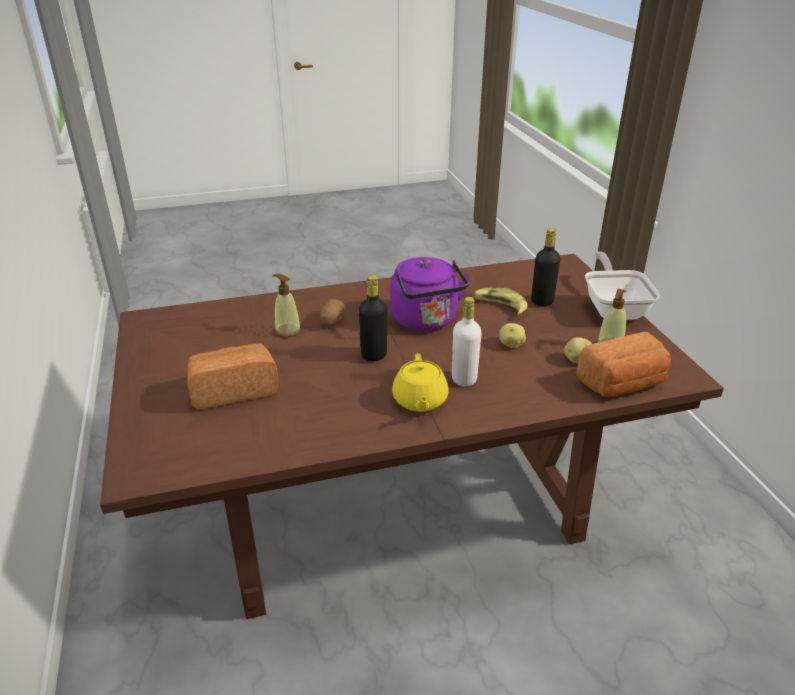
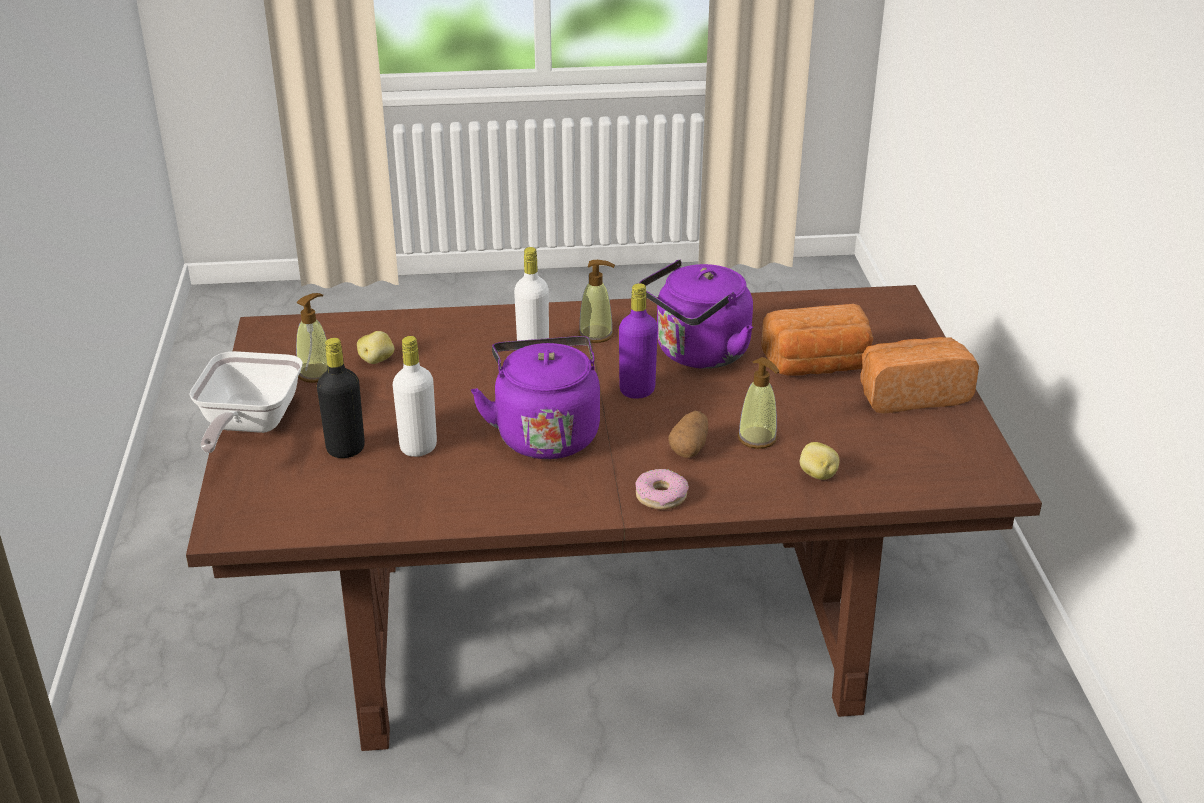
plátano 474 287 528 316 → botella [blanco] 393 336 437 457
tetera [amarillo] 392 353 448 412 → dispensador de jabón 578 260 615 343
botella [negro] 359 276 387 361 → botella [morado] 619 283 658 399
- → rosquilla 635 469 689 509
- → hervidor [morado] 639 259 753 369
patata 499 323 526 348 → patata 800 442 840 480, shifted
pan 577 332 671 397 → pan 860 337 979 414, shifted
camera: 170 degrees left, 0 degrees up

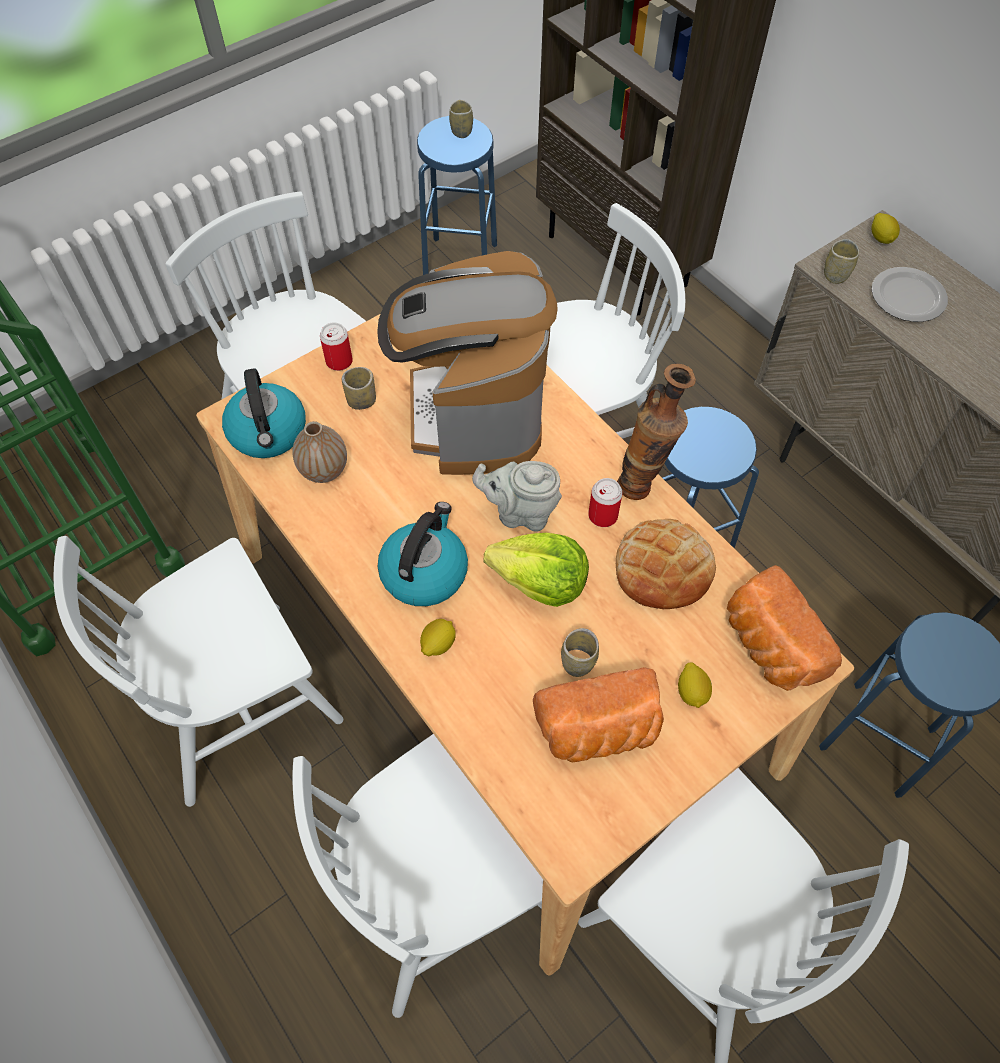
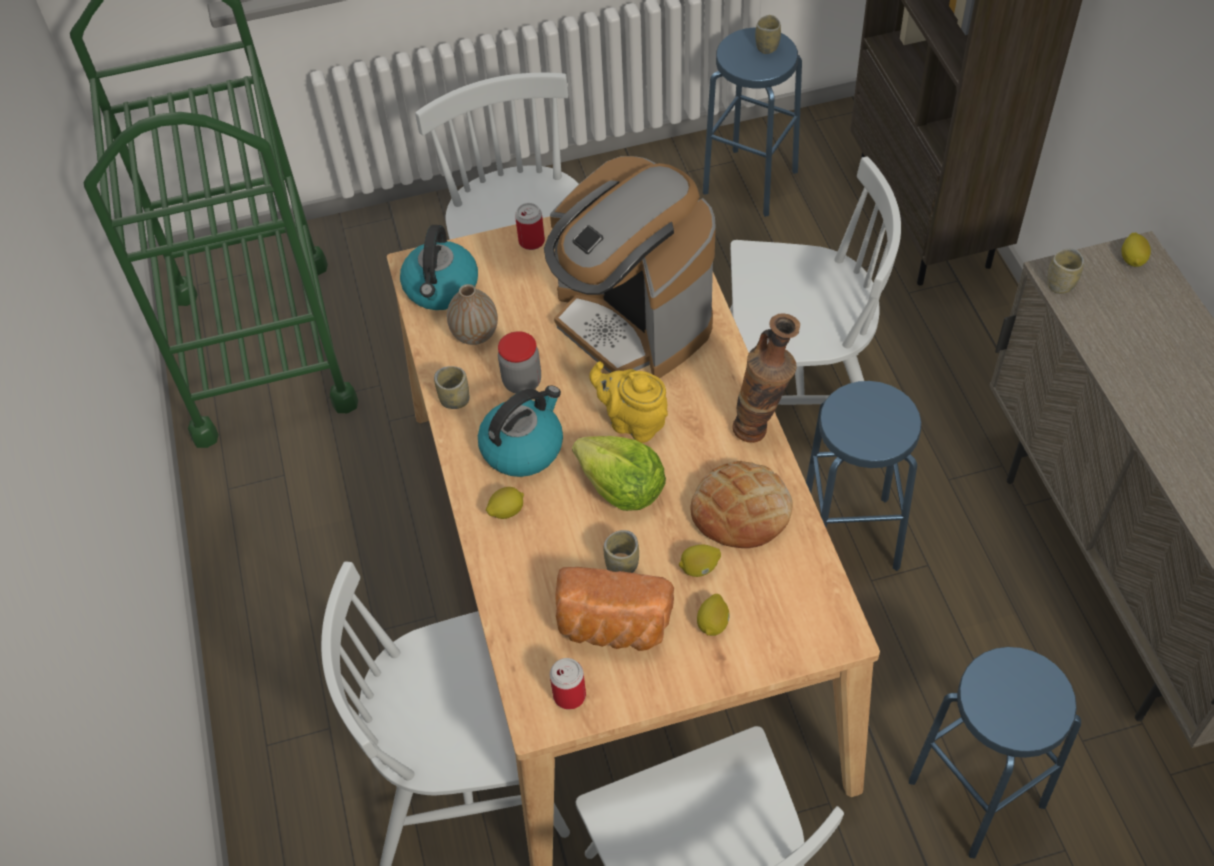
taza 342 367 376 410 → taza 434 366 469 409, shifted
- → tarro 498 331 541 394
cafetera 377 251 558 475 → cafetera 544 156 716 378, 60 degrees counterclockwise
lata 588 478 623 527 → lata 550 658 586 709, shifted
tetera [gris] 472 461 562 532 → tetera [amarillo] 589 362 668 443
- → limón 679 545 721 577
silla [blanco] 54 536 343 807 → -
pan 727 565 842 691 → -
plato 872 267 948 322 → -
camera: 25 degrees right, 5 degrees down

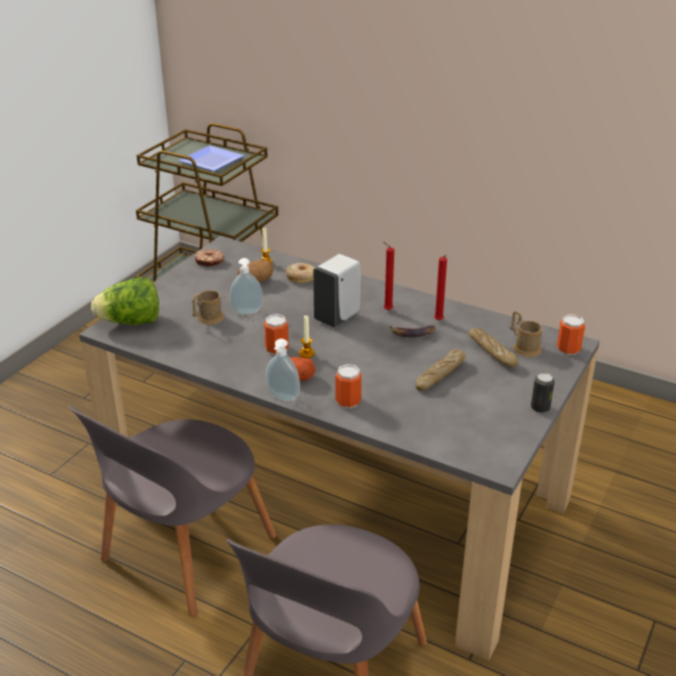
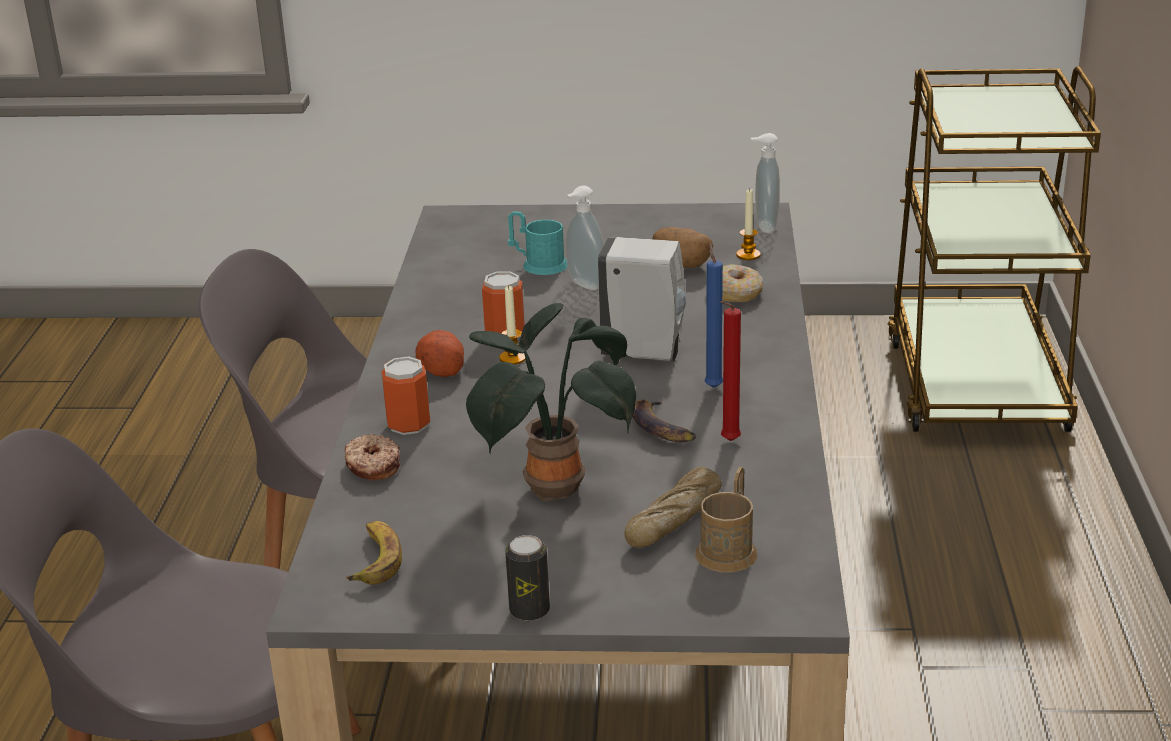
rosquilla 195 249 224 266 → rosquilla 345 434 400 481, shifted
- → plátano 346 521 402 585
pan 415 349 466 391 → planta en maceta 466 303 636 502
taza grande [marrón] 192 290 224 325 → taza grande [turquesa] 508 211 568 275
vela [rojo] 382 241 394 310 → vela [azul] 704 243 723 388
dispensador de jabón 266 339 300 402 → dispensador de jabón 751 133 780 233, shifted
lechuga 91 277 159 325 → -
plato 179 145 244 171 → -
lata 557 314 585 355 → -
camera: 65 degrees right, 5 degrees down

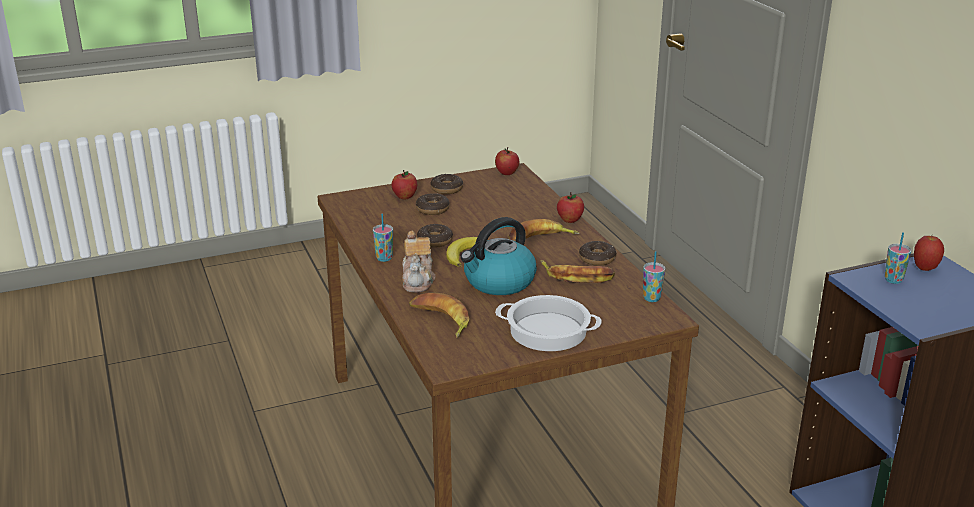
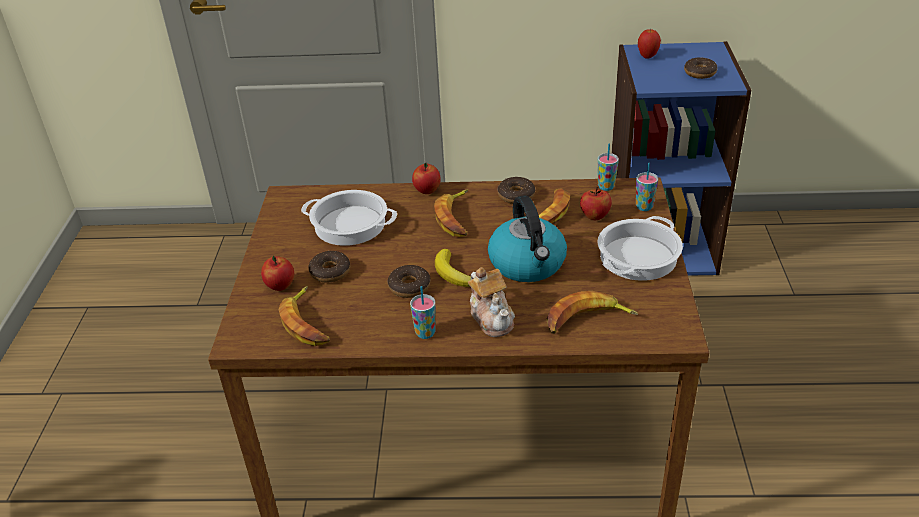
- → plátano 279 286 330 346
- → olla 301 190 397 246
tetera 402 231 435 292 → tetera 468 267 515 337, 45 degrees clockwise
manzana 495 147 519 175 → manzana 580 187 612 220, shifted
taza 885 232 912 284 → taza 636 163 658 211, shifted
rosquilla 431 174 463 194 → rosquilla 684 57 718 79, shifted
camera: 65 degrees left, 10 degrees up

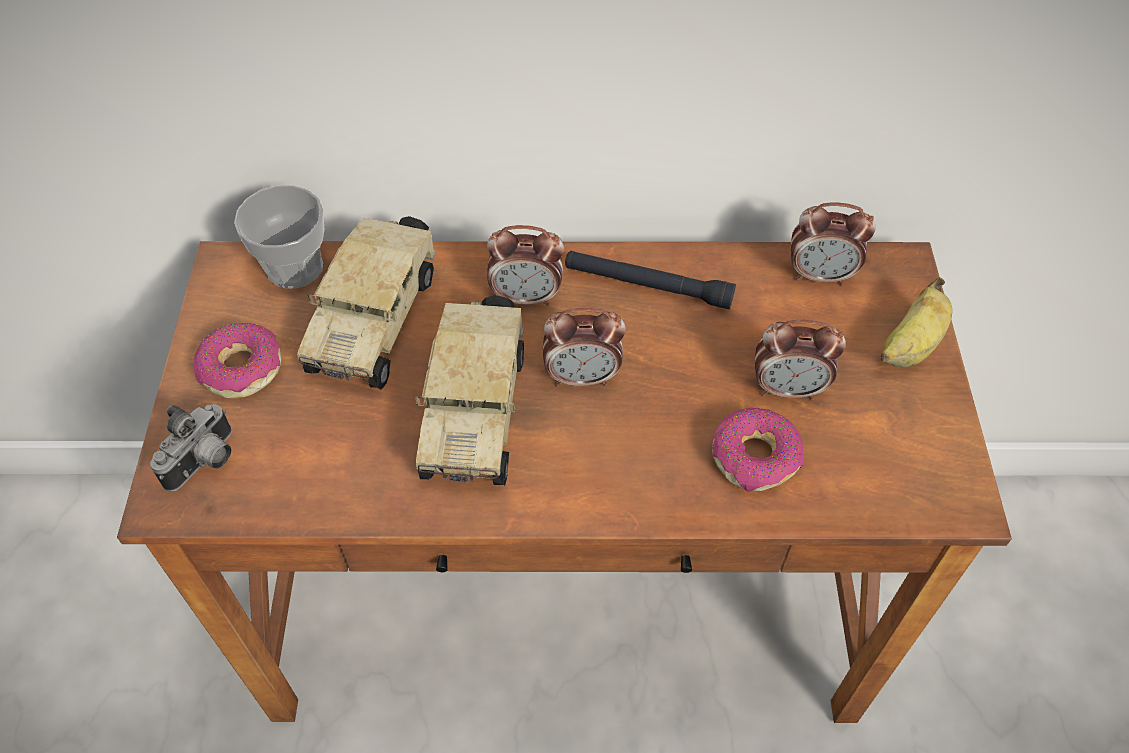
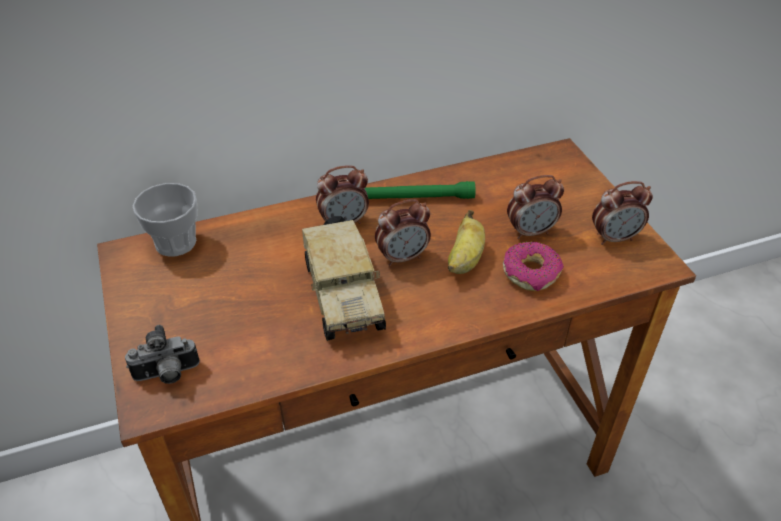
cámara 150 404 232 491 → cámara 125 325 200 384, 60 degrees clockwise
linterna [negro] 565 251 736 309 → linterna [verde] 365 181 476 199
plátano 881 277 953 367 → plátano 448 210 485 274, shifted
despertador 790 202 876 286 → despertador 592 181 653 245, shifted
rosquilla 194 323 281 399 → -
camión de juguete 297 216 436 390 → -
camera: 20 degrees left, 10 degrees down

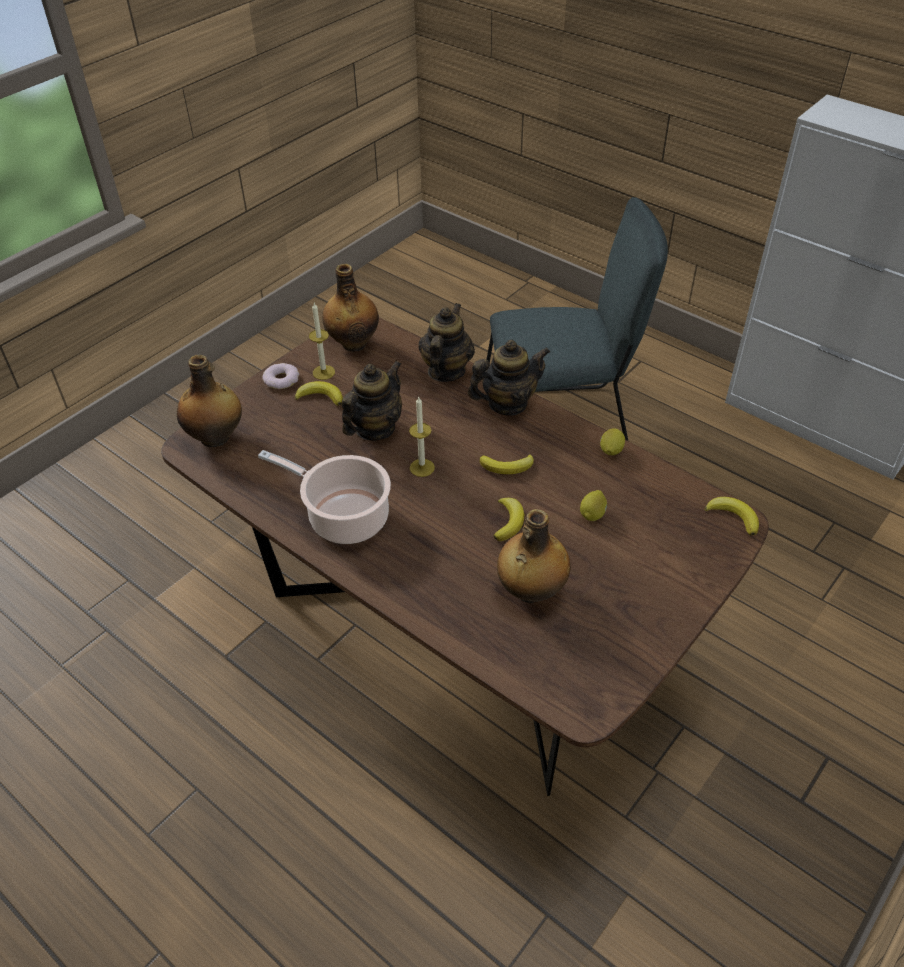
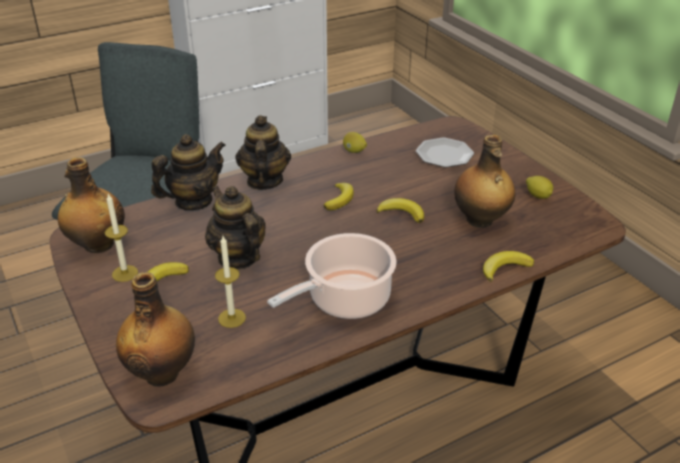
tetera 418 303 475 382 → tetera 151 134 225 210, 105 degrees clockwise
vela 409 397 435 477 → vela 215 236 246 328, shifted
- → plato 416 138 474 167
plátano 705 497 759 536 → plátano 483 251 534 282, shifted
limón 580 490 607 521 → limón 526 176 553 199, shifted
rosquilla 262 363 299 389 → -
camera: 70 degrees left, 10 degrees down

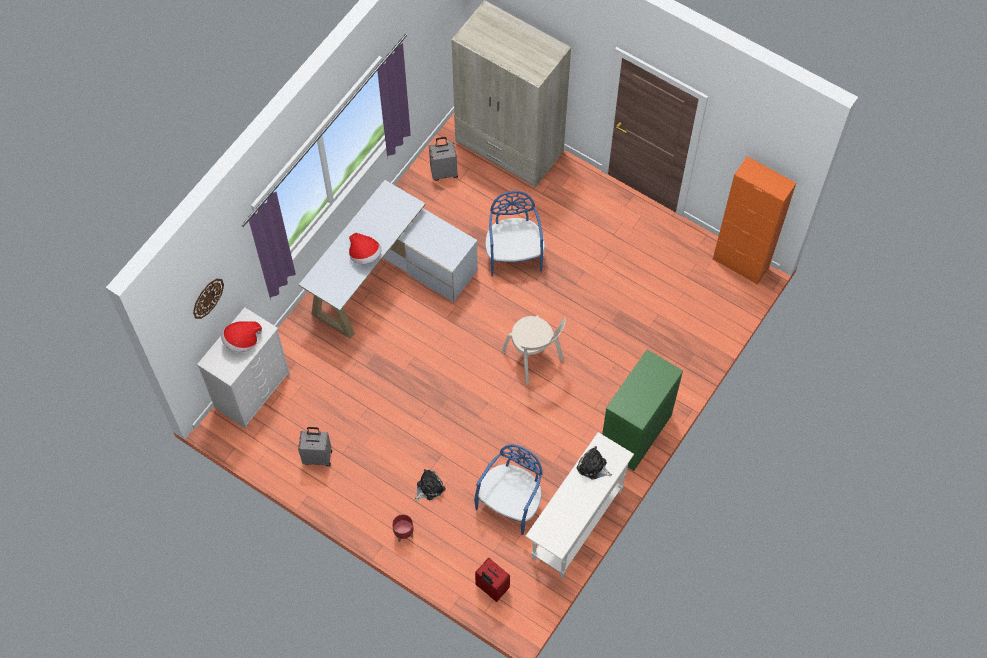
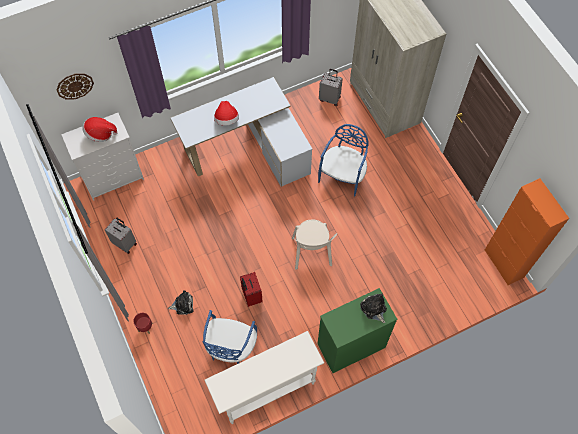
silla [azul] 474 444 543 535 → silla [azul] 203 310 257 364, 135 degrees clockwise
maleta [rojo] 475 558 510 602 → maleta [rojo] 240 272 263 307, shifted
peluche 577 446 612 480 → peluche 360 294 387 323, shifted
camera: 30 degrees right, 0 degrees up

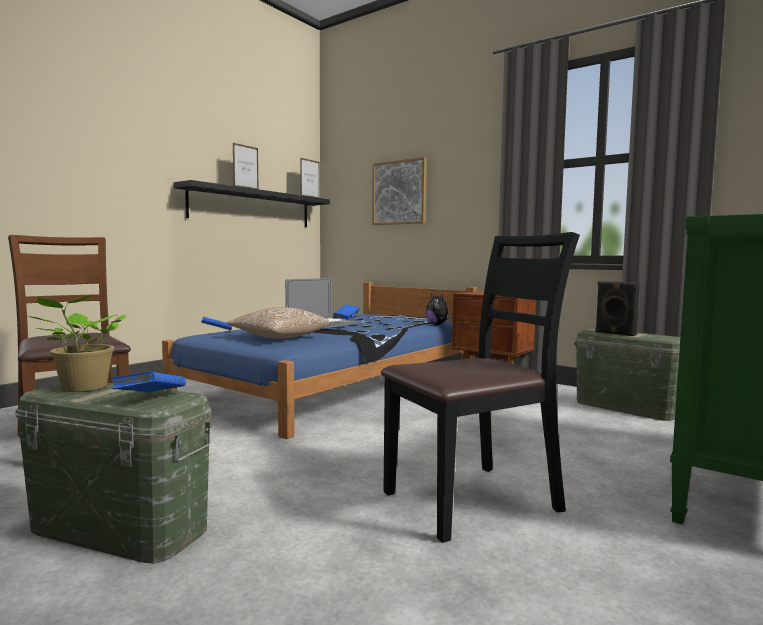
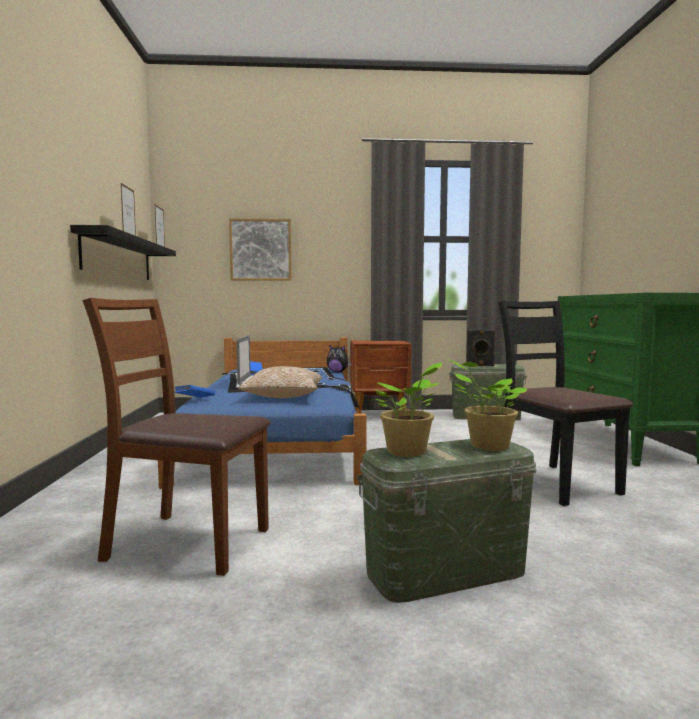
libro [azul] 111 372 186 392 → planta en maceta 447 359 527 451
silla [negro] 381 232 580 543 → silla [negro] 498 301 633 506, 45 degrees counterclockwise
camera: 40 degrees left, 0 degrees up

